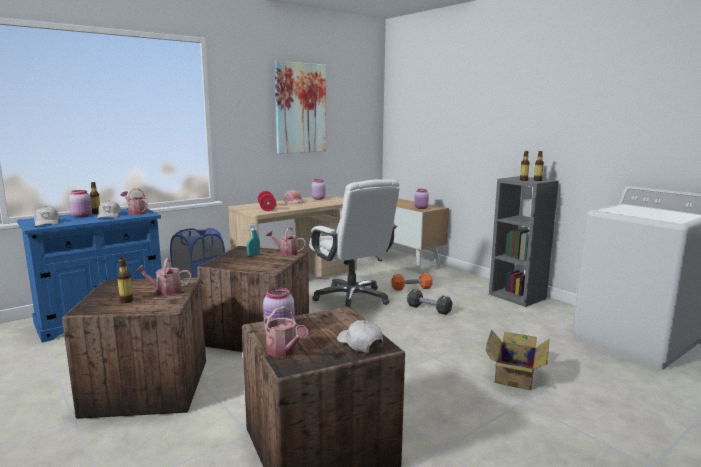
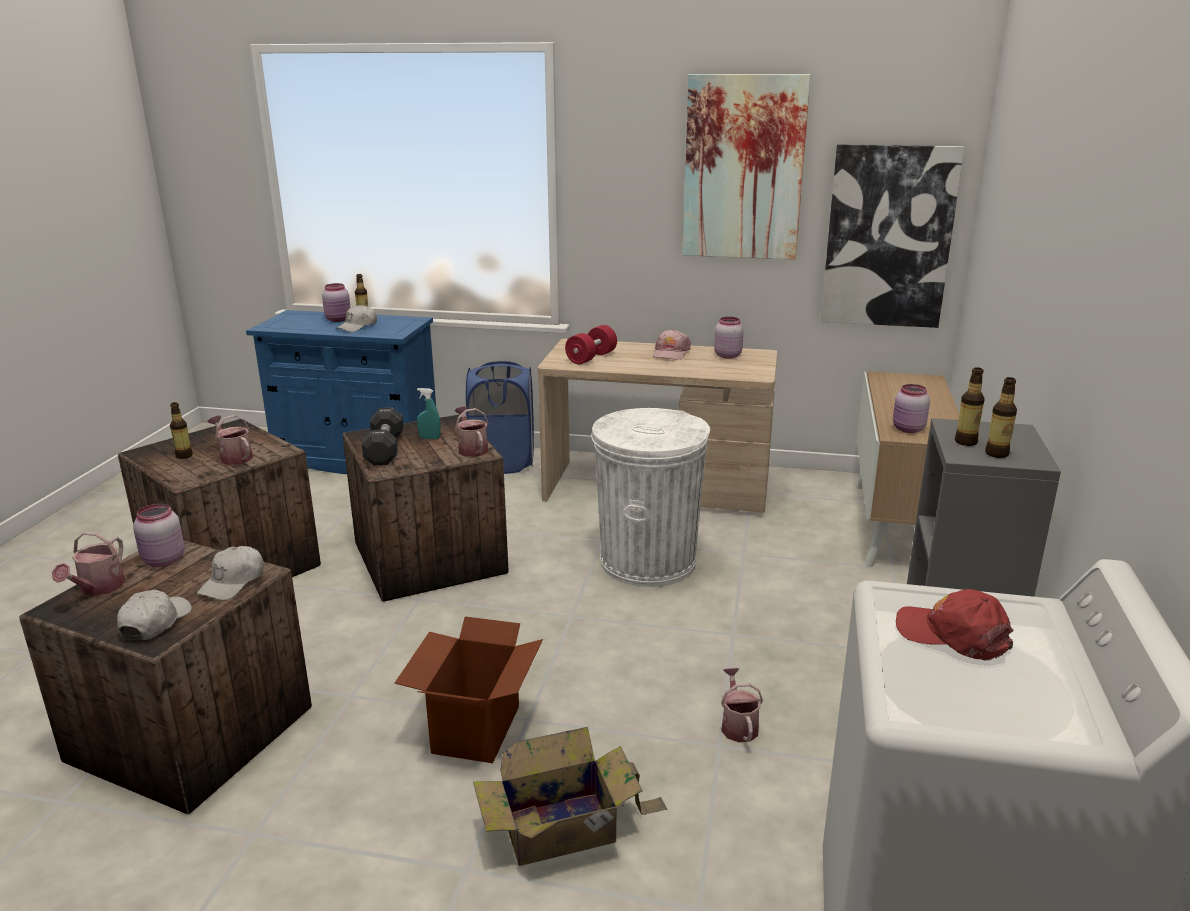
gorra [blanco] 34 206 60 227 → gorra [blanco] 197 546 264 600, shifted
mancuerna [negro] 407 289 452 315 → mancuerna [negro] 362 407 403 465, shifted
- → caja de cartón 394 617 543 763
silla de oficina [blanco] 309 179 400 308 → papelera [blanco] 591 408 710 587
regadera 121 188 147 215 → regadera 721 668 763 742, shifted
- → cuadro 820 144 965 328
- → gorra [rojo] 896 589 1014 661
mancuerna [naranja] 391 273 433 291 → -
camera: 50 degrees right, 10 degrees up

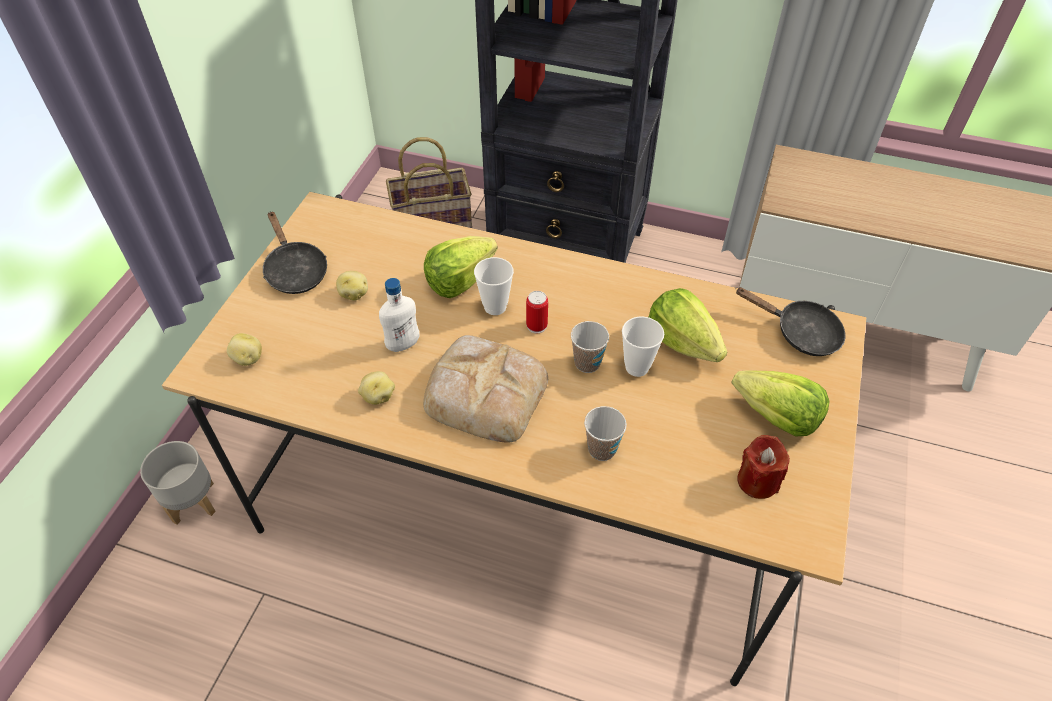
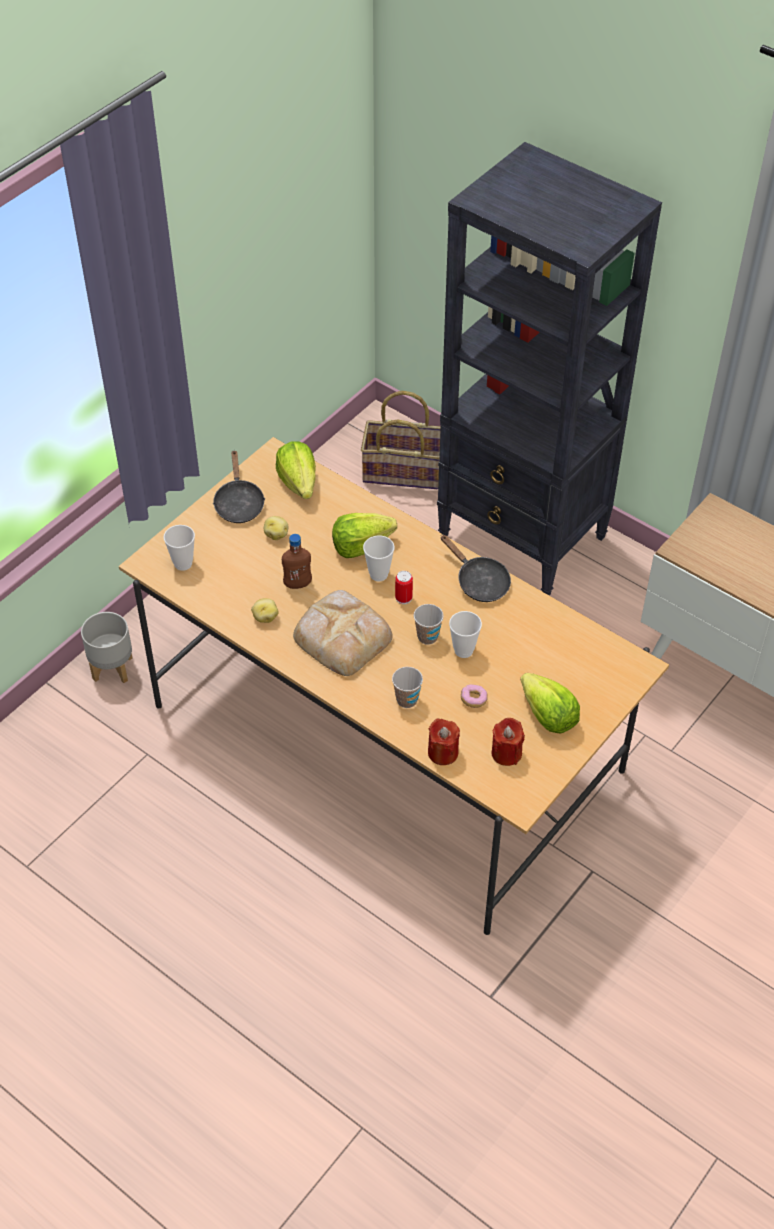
patata 227 333 262 366 → taza 164 525 195 571
lechuga 649 288 727 362 → lechuga 276 441 316 499, shifted
botella [blanco] 379 278 420 352 → botella [marrón] 282 534 312 589
- → vela [rojo] 428 718 460 765
sartén [negro] 736 287 845 356 → sartén [negro] 441 535 511 602, shifted
- → rosquilla 461 685 488 708
camera: 20 degrees right, 0 degrees up

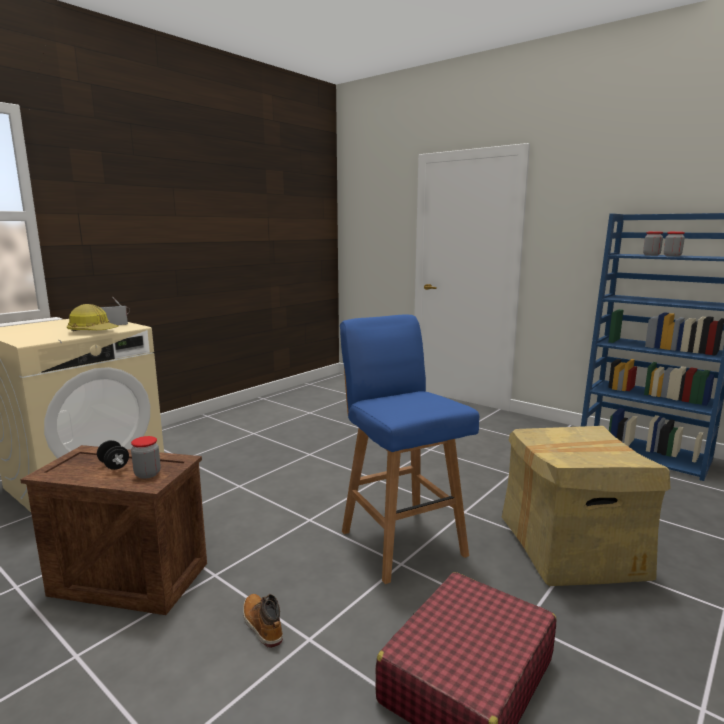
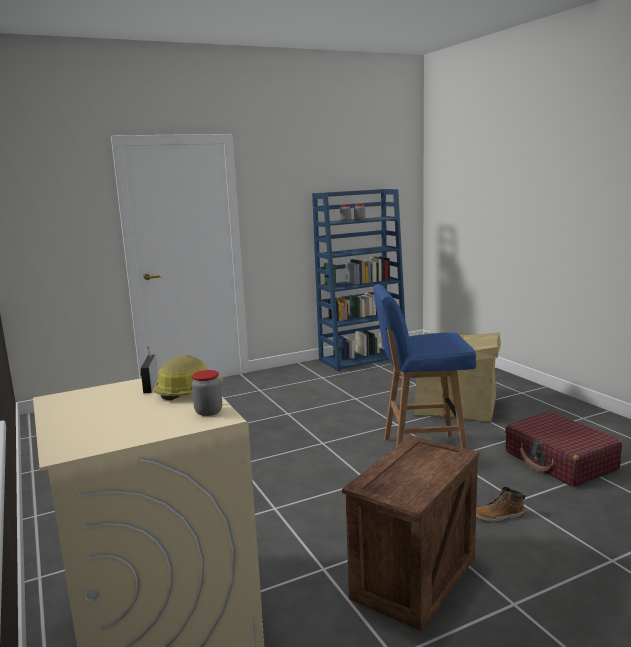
tarro 131 436 161 479 → tarro 192 370 222 416, shifted
mancuerna [negro] 97 440 129 470 → -
camera: 65 degrees left, 0 degrees up

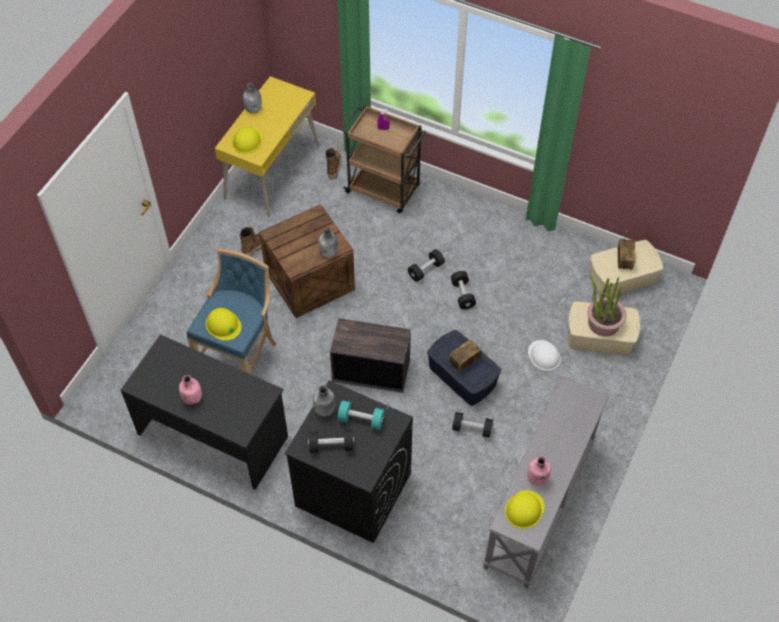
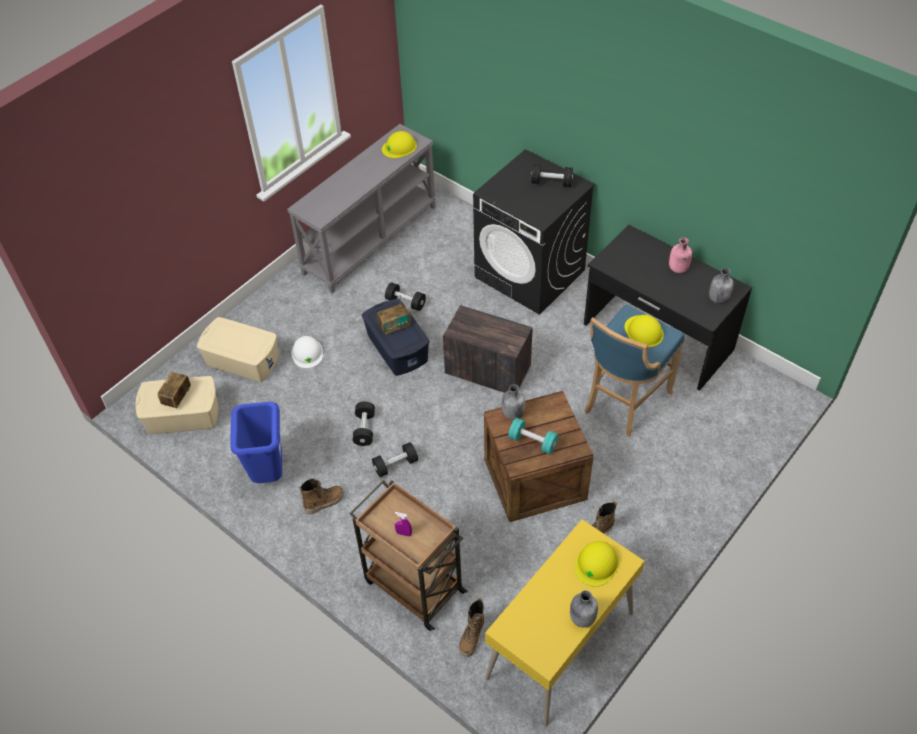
- → papelera [azul] 230 402 282 483
- → bota 299 478 343 514
mancuerna [turquesa] 338 400 384 430 → mancuerna [turquesa] 508 418 559 454, shifted
botella [gris] 313 385 335 417 → botella [gris] 709 268 733 304, shifted
botella [rosa] 527 456 551 486 → -
planta en maceta 588 275 627 336 → -
camera: 165 degrees left, 5 degrees down

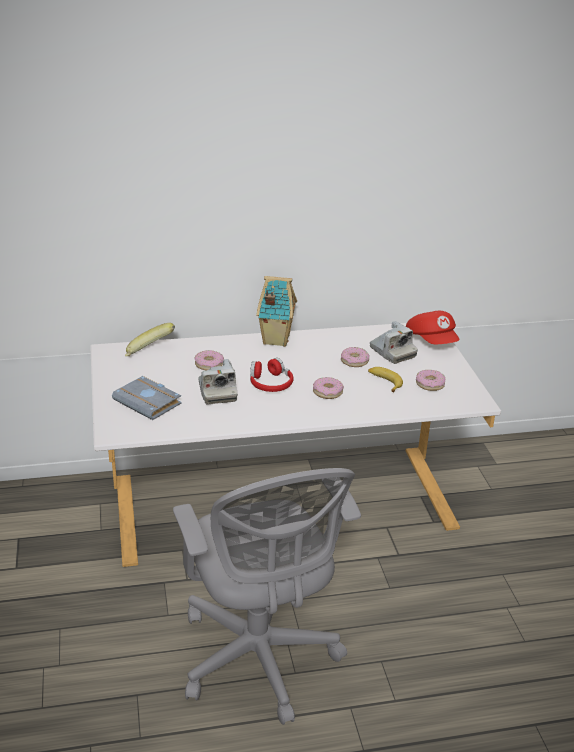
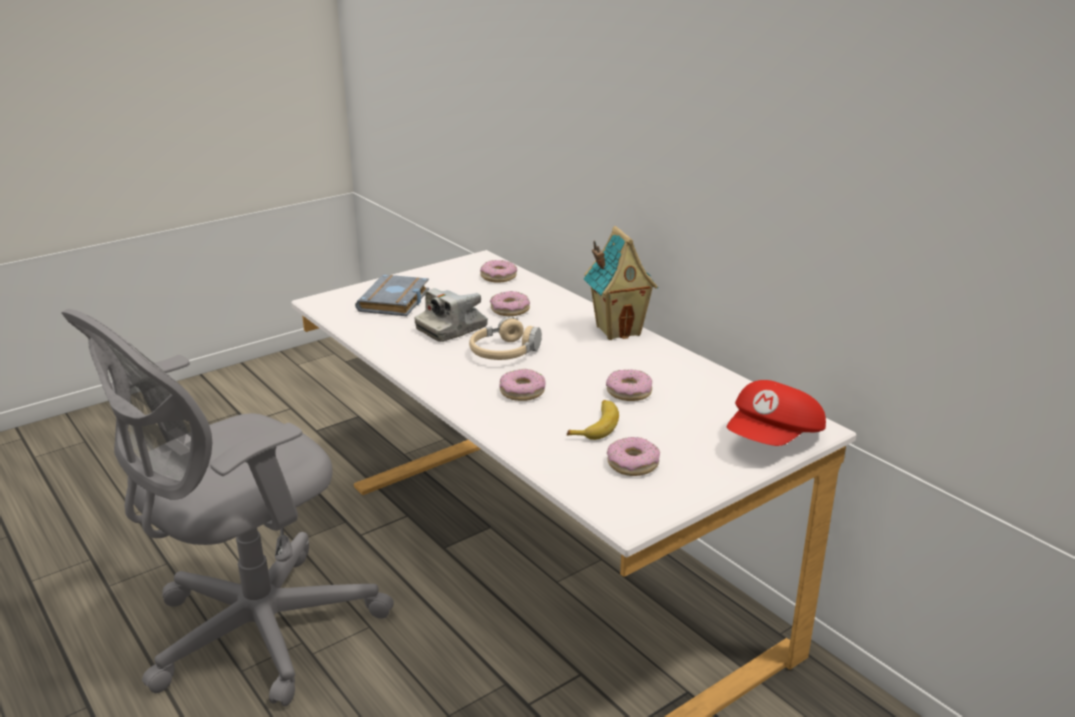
auriculares [rojo] 250 358 293 392 → auriculares [beis] 469 316 542 360
plátano 125 323 175 356 → rosquilla 480 260 517 283
cámara 370 321 418 364 → -
camera: 65 degrees right, 5 degrees down

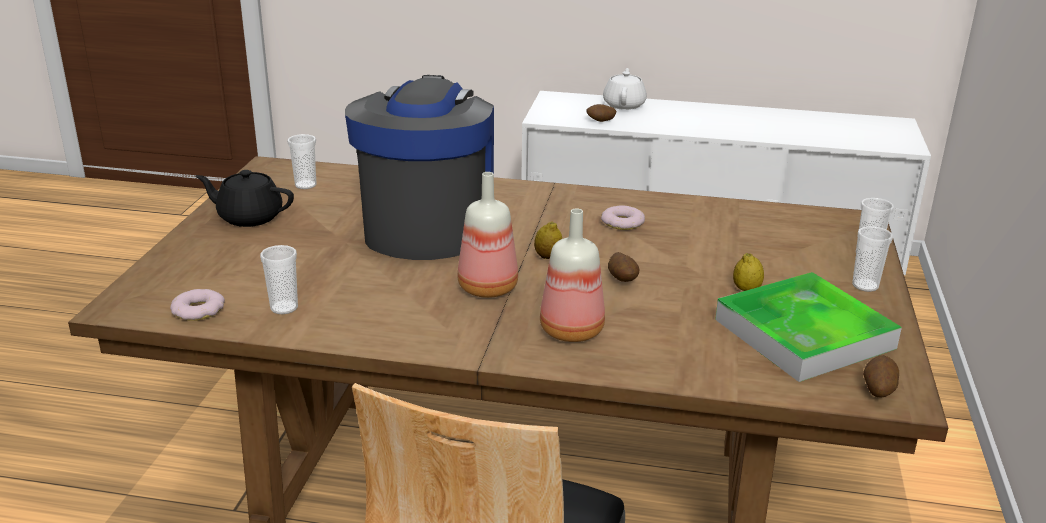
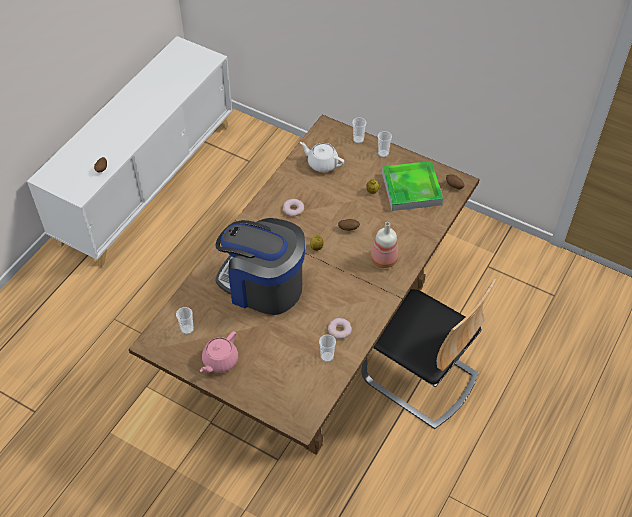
tetera [negro] 195 170 294 227 → tetera [rosa] 200 331 238 373
tetera [blanco] 603 68 647 110 → tetera [blanco] 300 142 344 172, shifted
rosquilla 170 289 225 321 → rosquilla 328 318 352 339, shifted
botella 458 172 518 298 → -
camera: 70 degrees left, 25 degrees up

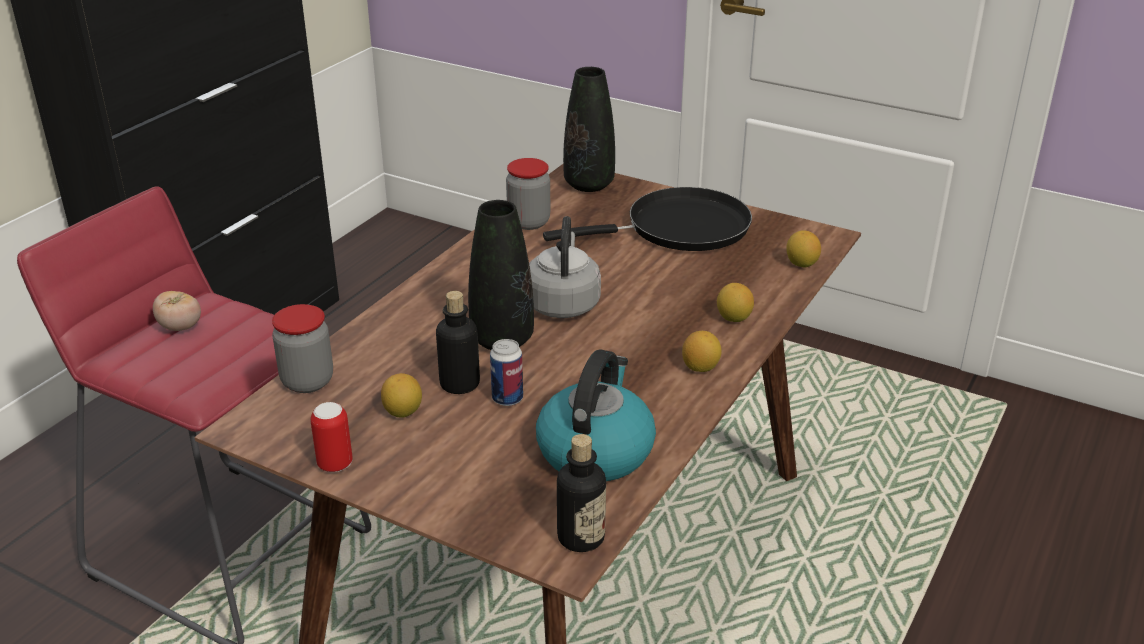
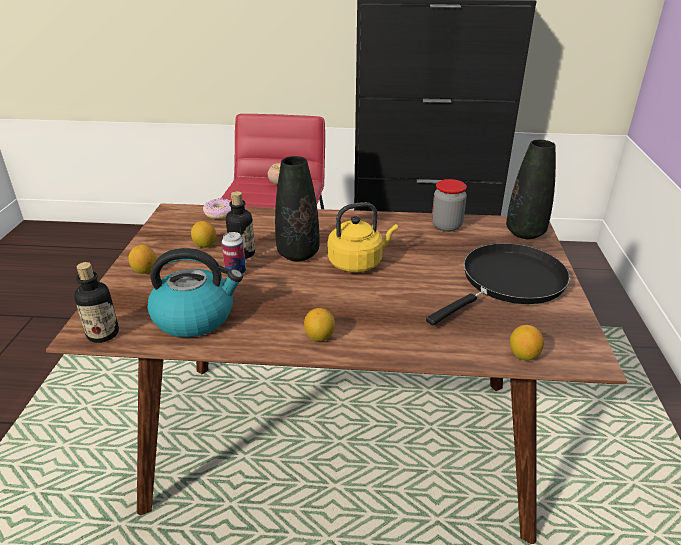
limón 717 283 754 322 → limón 128 245 157 274, shifted
tarro 272 304 333 393 → rosquilla 203 198 231 219
hervidor [gris] 529 216 601 318 → hervidor [amarillo] 327 202 398 272
sartén [negro] 543 187 752 251 → sartén [negro] 426 243 570 325, 90 degrees counterclockwise
lata 310 402 353 472 → -
camera: 65 degrees right, 0 degrees up

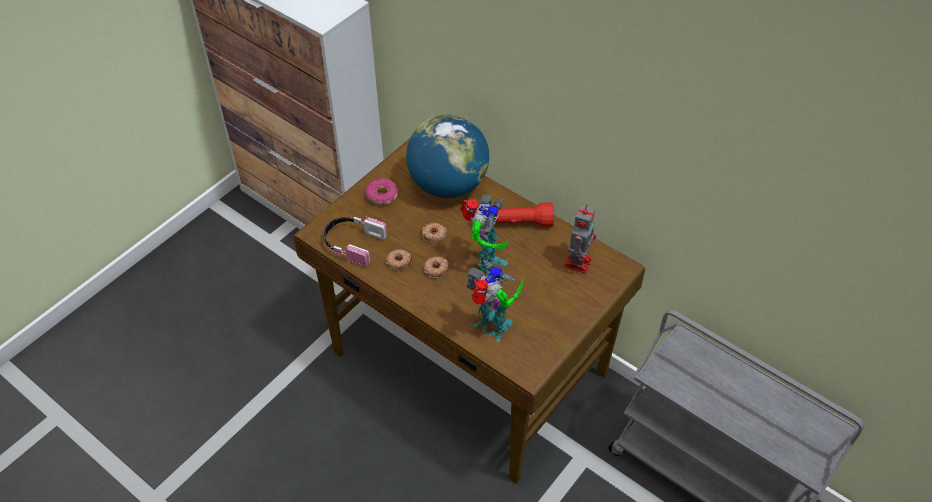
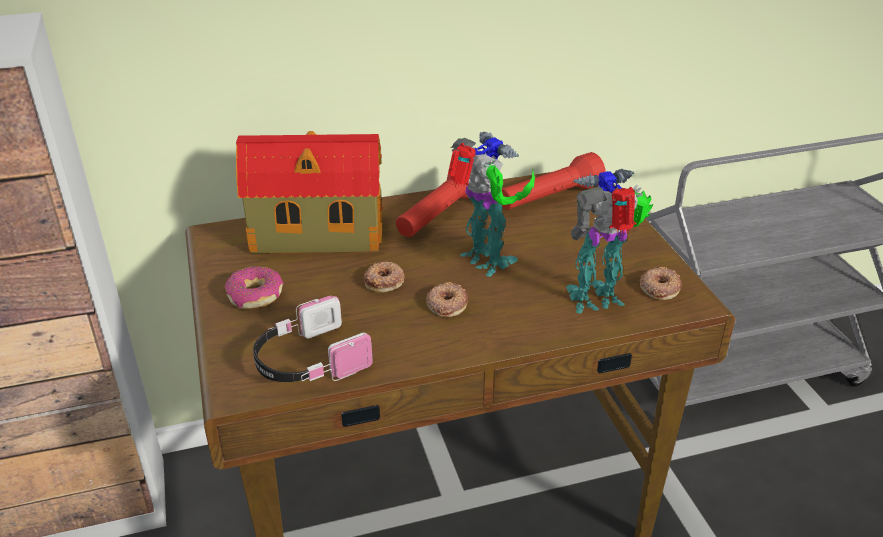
globo terráqueo 406 115 489 198 → casita 236 131 383 253
robot de juguete 564 204 596 273 → linterna [rojo] 502 152 606 210
rosquilla 385 249 412 271 → rosquilla 640 267 682 300, shifted
camera: 55 degrees left, 15 degrees down

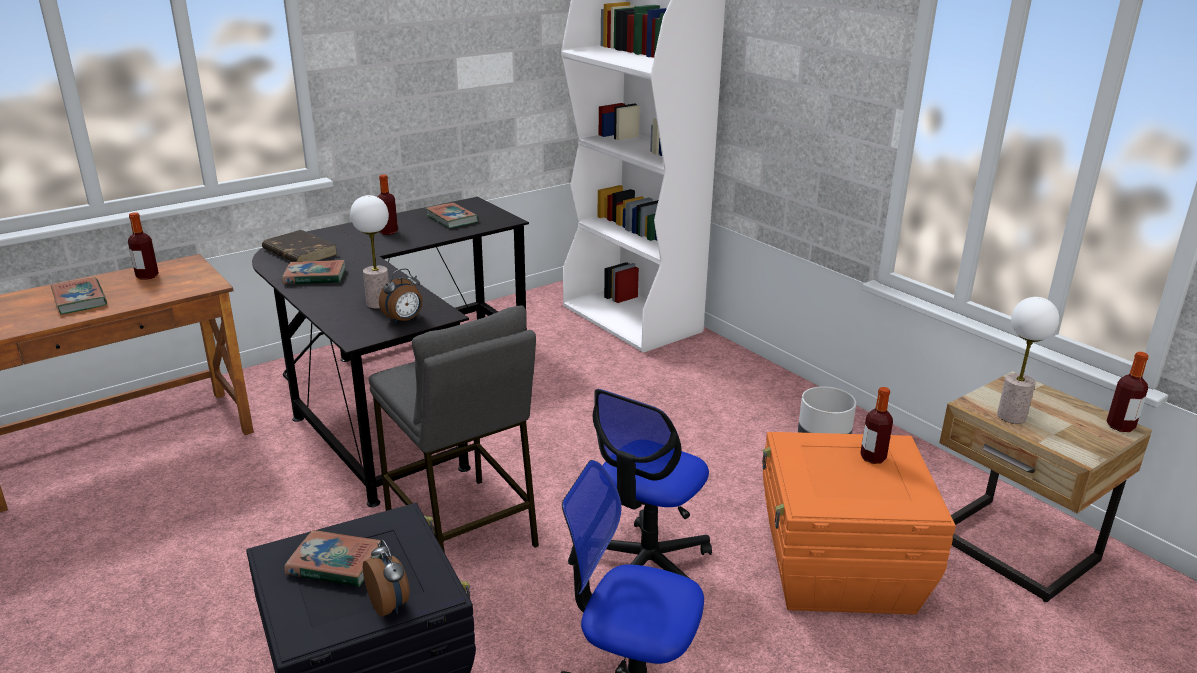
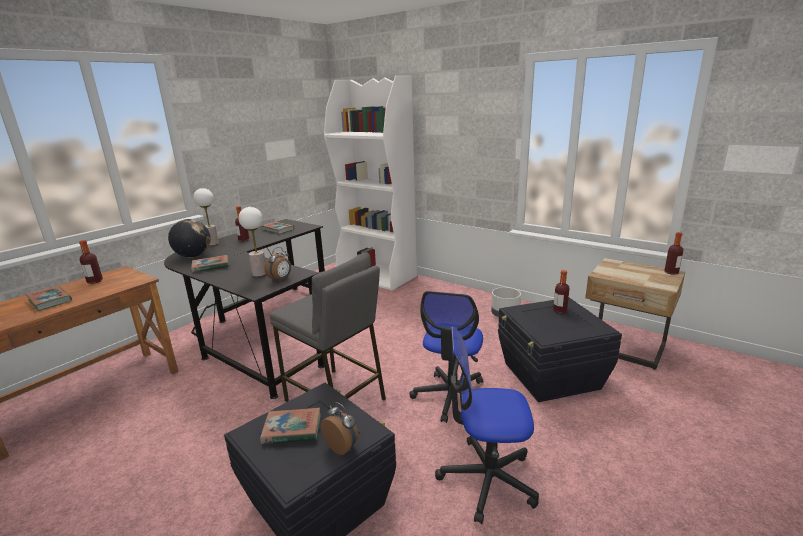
libro [marrón] 262 230 338 262 → globo terráqueo 168 219 211 257
lámpara de mesa 997 297 1059 424 → lámpara de mesa 193 188 219 246, shifted
caja de almacenaje [naranja] 762 432 956 614 → caja de almacenaje [negro] 498 298 622 402
camera: 15 degrees left, 5 degrees down

